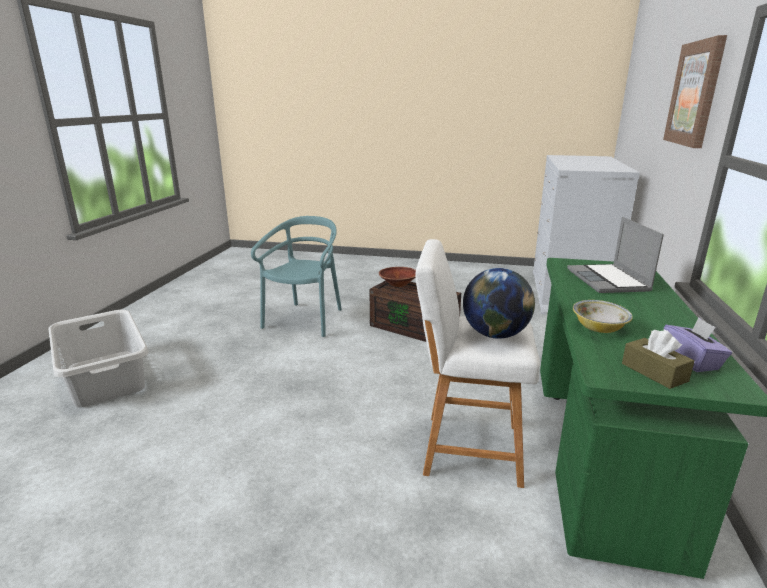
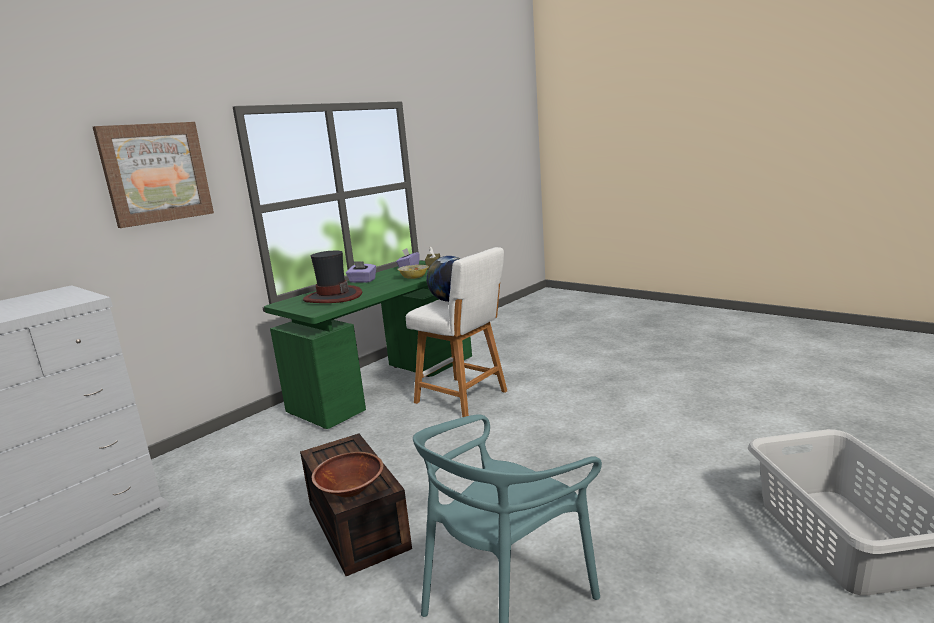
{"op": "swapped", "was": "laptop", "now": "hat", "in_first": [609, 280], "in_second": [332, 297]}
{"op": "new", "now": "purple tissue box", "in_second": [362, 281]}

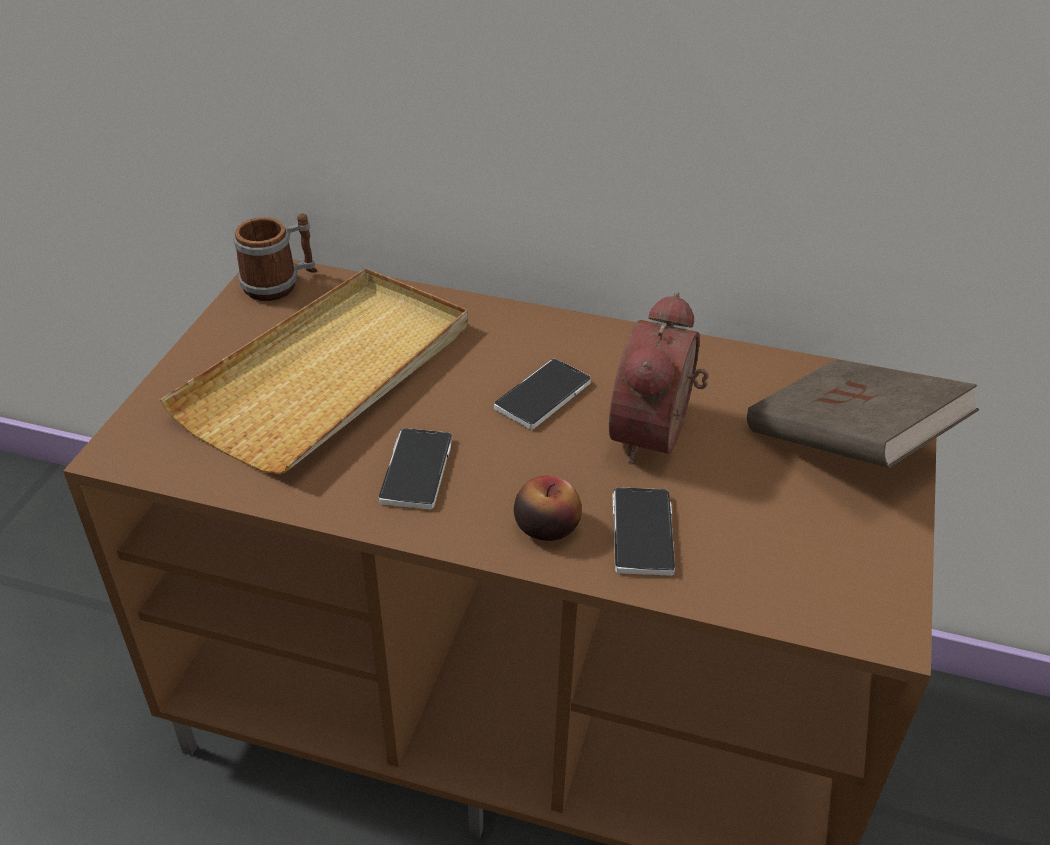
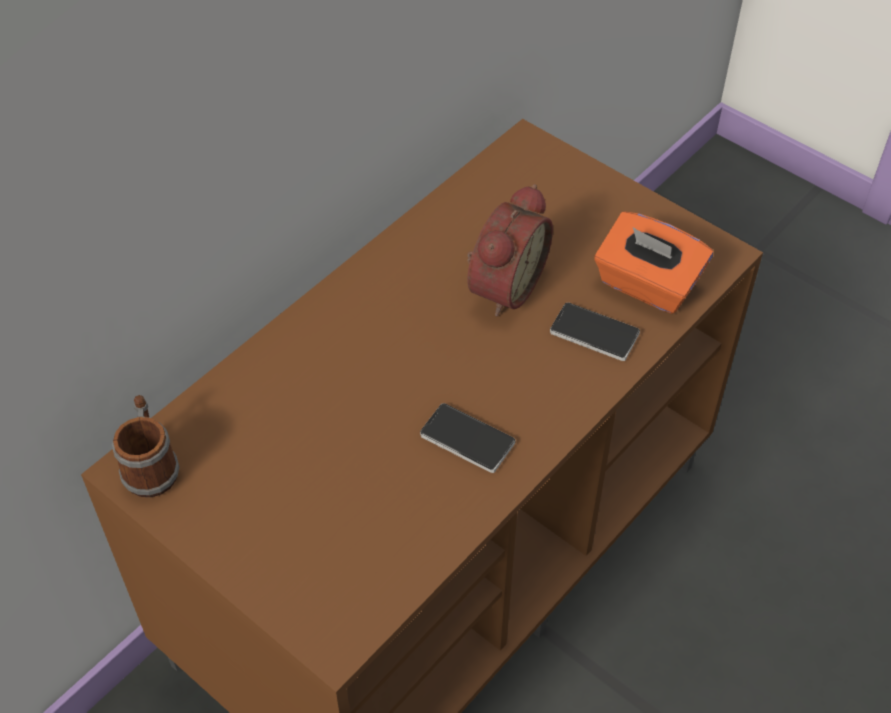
{"op": "gone", "was": "beige tray", "in_first": [330, 374]}
{"op": "rotated", "was": "alarm clock", "in_first": [657, 435], "in_second": [503, 286], "clockwise": -105}
{"op": "gone", "was": "phone", "in_first": [543, 396]}
{"op": "gone", "was": "brown book", "in_first": [848, 445]}
{"op": "gone", "was": "apple", "in_first": [546, 526]}
{"op": "new", "now": "orange tissue box", "in_second": [647, 285]}

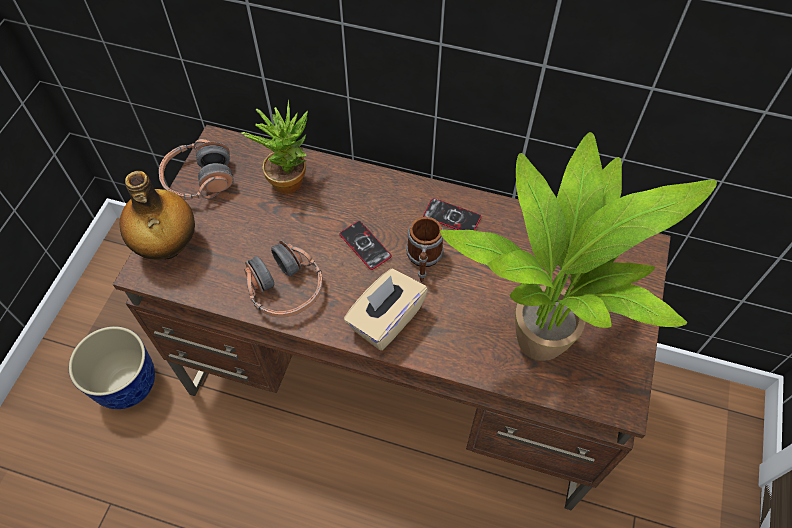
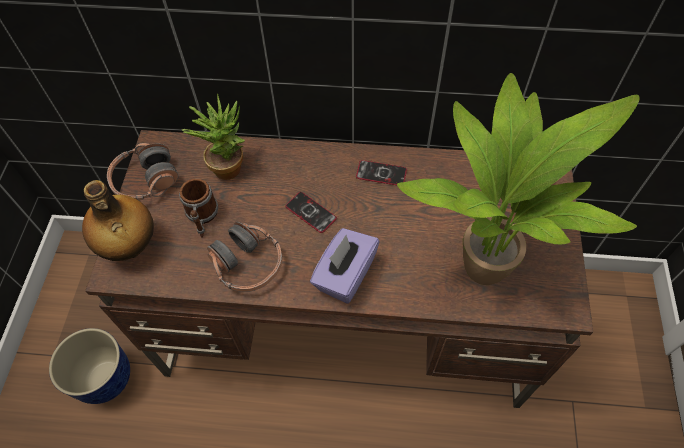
{"op": "shifted", "was": "mug", "in_first": [423, 260], "in_second": [202, 217]}
{"op": "repainted", "was": "beige tissue box", "now": "purple tissue box", "in_first": [385, 319], "in_second": [345, 275]}

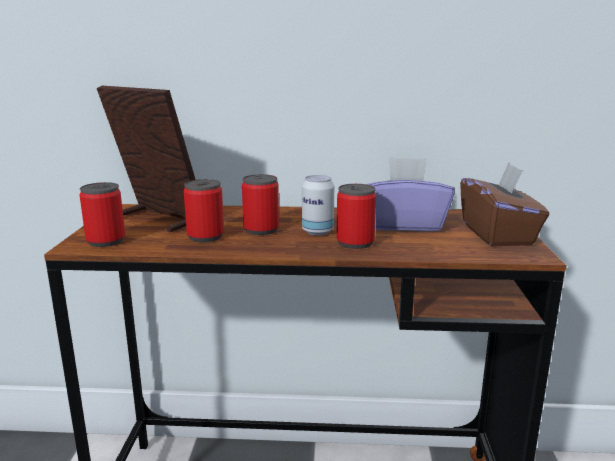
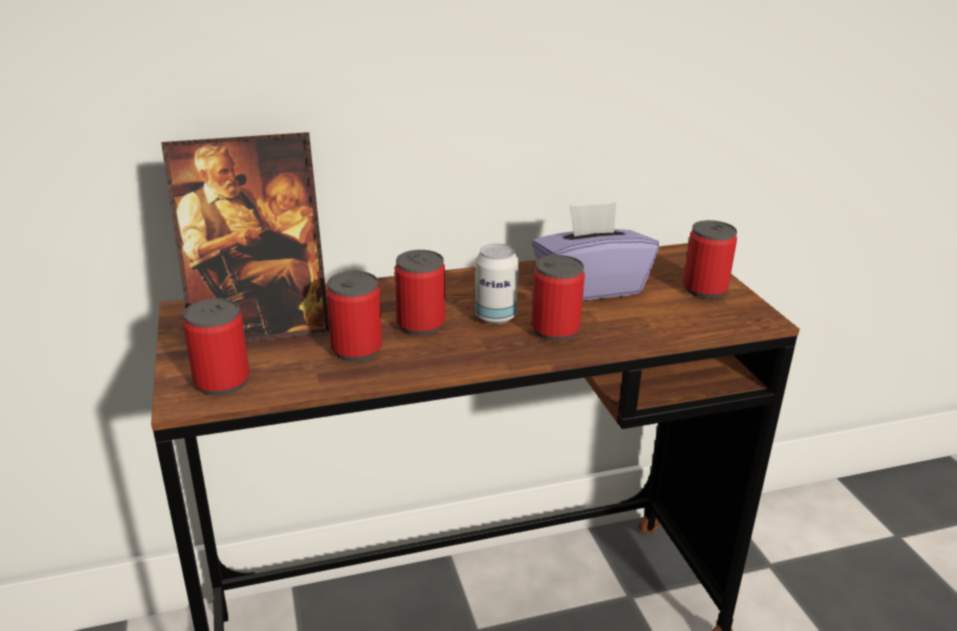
{"op": "rotated", "was": "picture frame", "in_first": [158, 219], "in_second": [260, 326], "clockwise": 150}
{"op": "swapped", "was": "brown tissue box", "now": "can", "in_first": [498, 234], "in_second": [704, 289]}

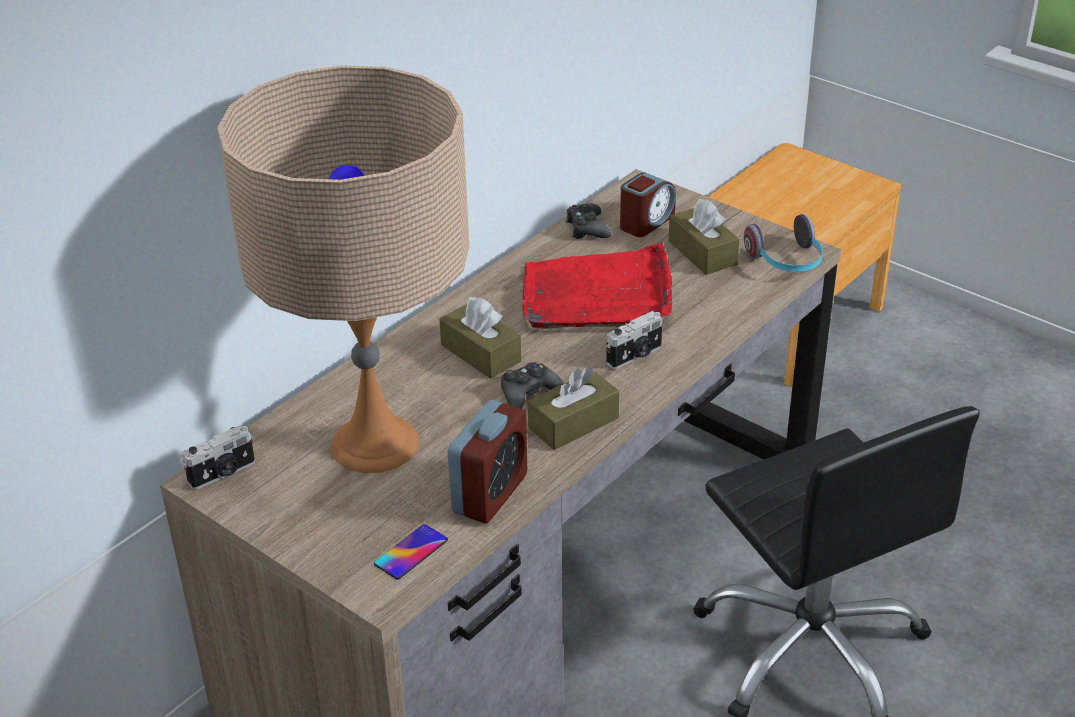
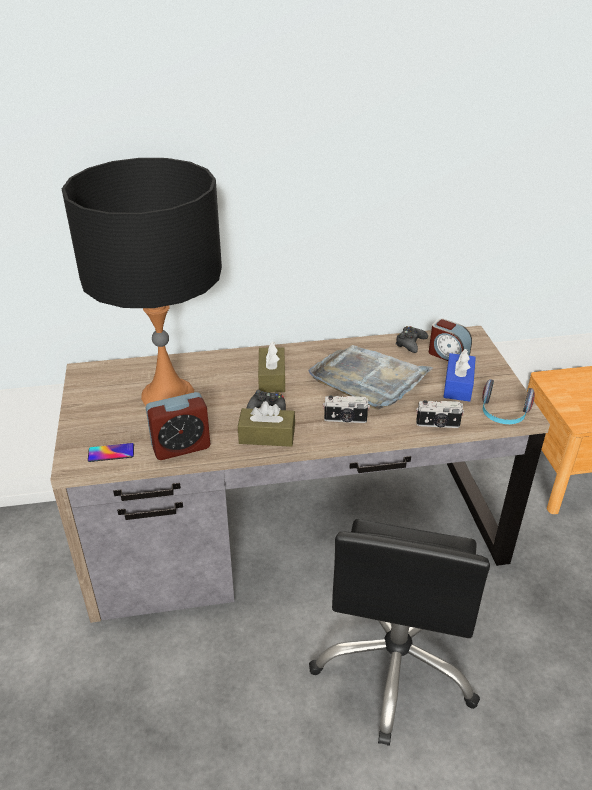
{"op": "repainted", "was": "beige table lamp", "now": "black table lamp", "in_first": [375, 443], "in_second": [168, 394]}
{"op": "rotated", "was": "alarm clock", "in_first": [646, 222], "in_second": [448, 355], "clockwise": 45}
{"op": "repainted", "was": "brown tissue box", "now": "blue tissue box", "in_first": [702, 253], "in_second": [458, 385]}
{"op": "repainted", "was": "red tray", "now": "grey tray", "in_first": [597, 295], "in_second": [369, 379]}
{"op": "shifted", "was": "photo camera", "in_first": [223, 474], "in_second": [438, 425]}

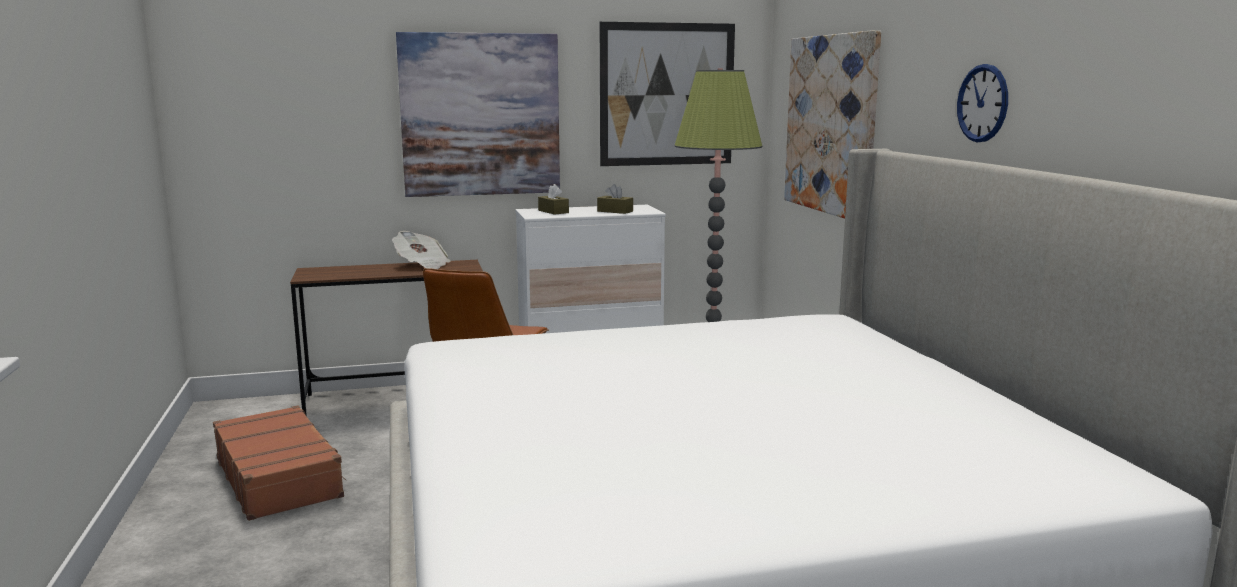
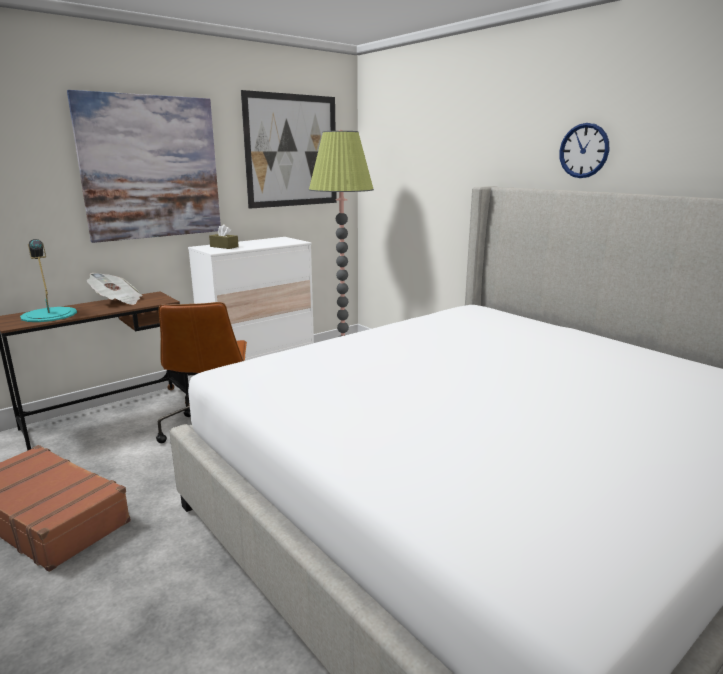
{"op": "gone", "was": "picture", "in_first": [830, 124]}
{"op": "gone", "was": "brown tissue box", "in_first": [615, 211]}
{"op": "new", "now": "turquoise table lamp", "in_second": [49, 315]}

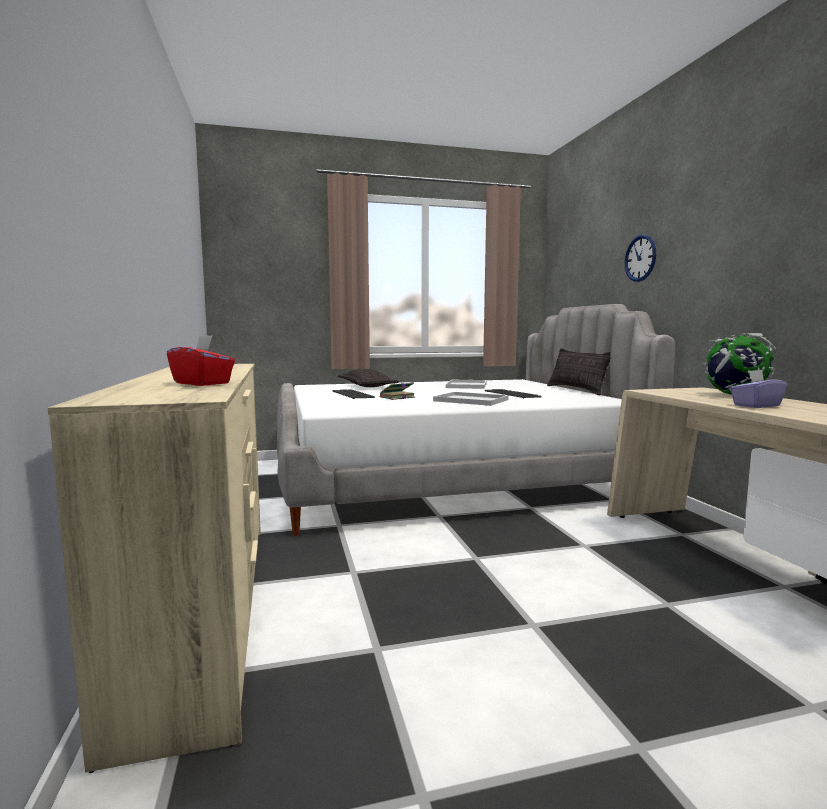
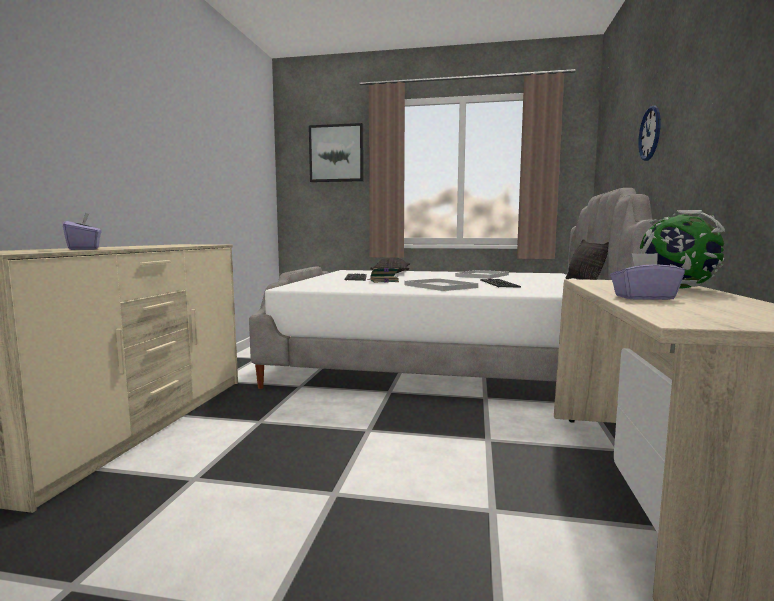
{"op": "repainted", "was": "red tissue box", "now": "purple tissue box", "in_first": [202, 383], "in_second": [85, 249]}
{"op": "new", "now": "picture", "in_second": [336, 153]}

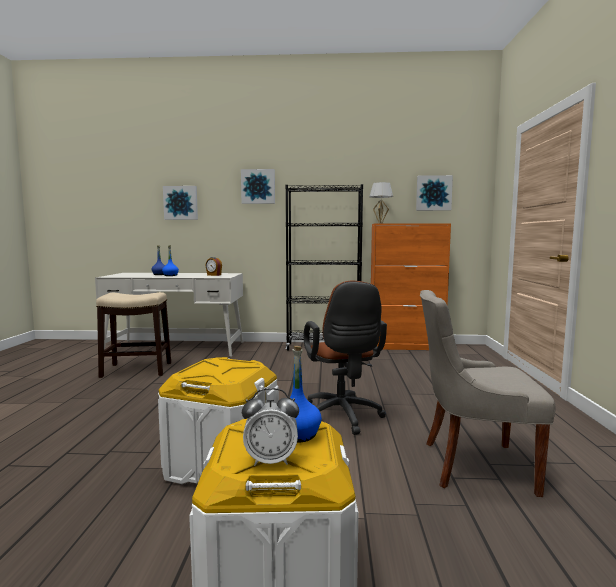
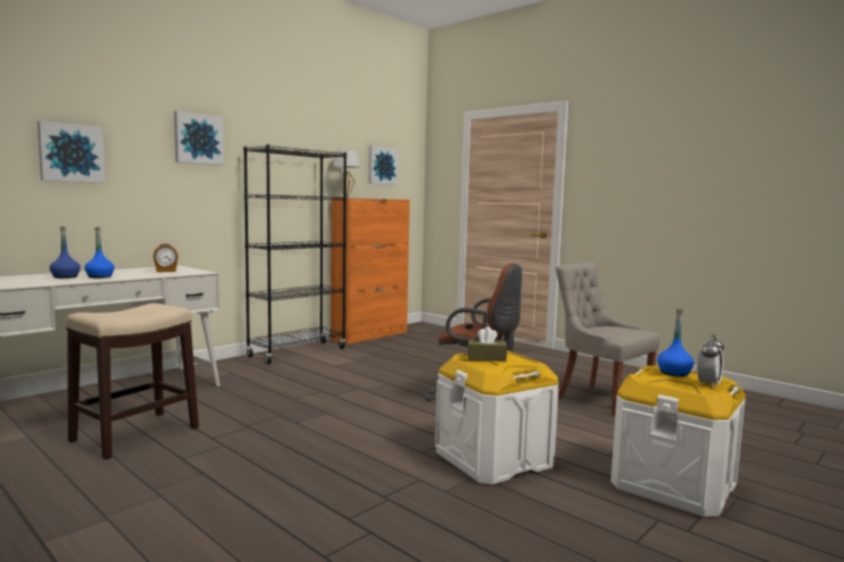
{"op": "rotated", "was": "grey chair", "in_first": [473, 465], "in_second": [601, 398], "clockwise": 90}
{"op": "new", "now": "brown tissue box", "in_second": [486, 358]}

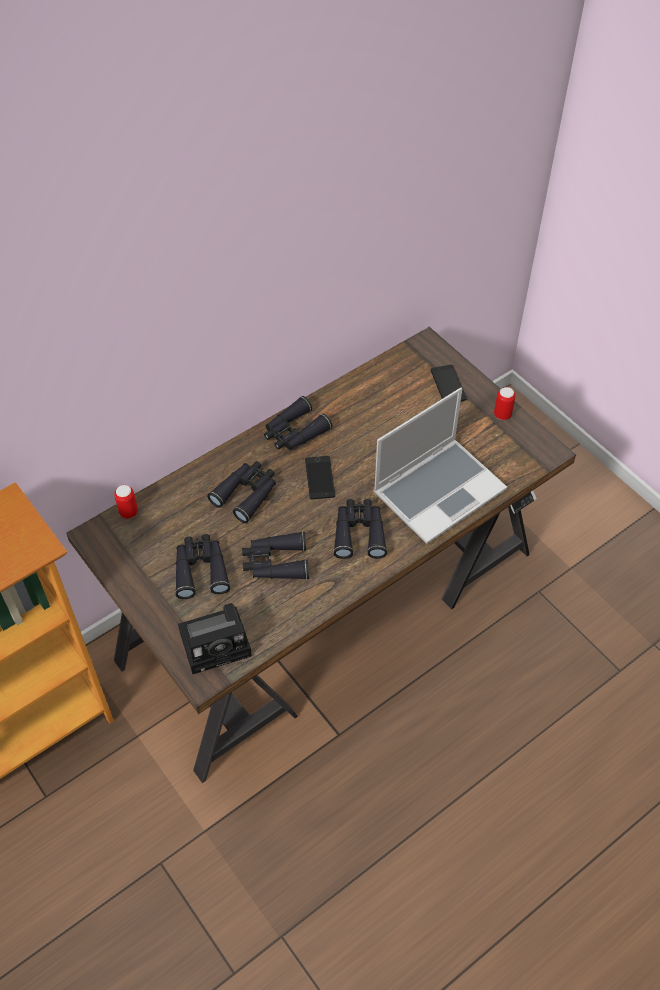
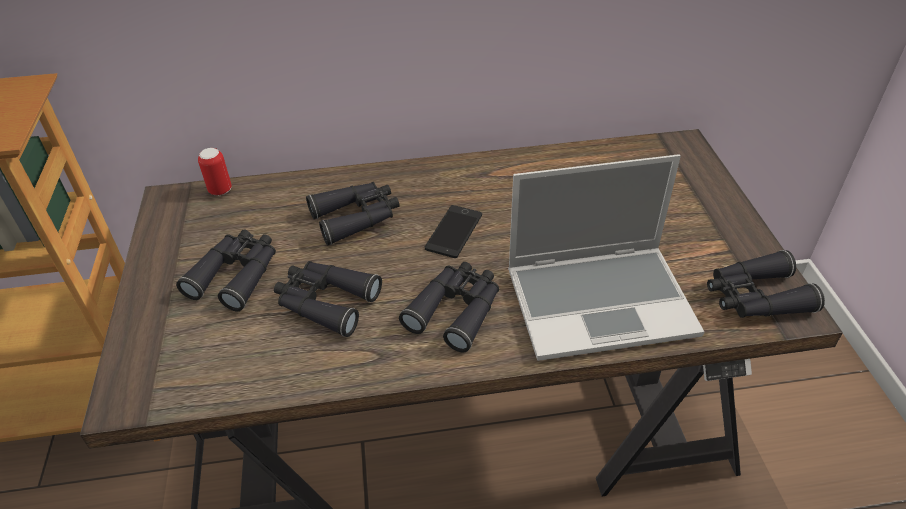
{"op": "gone", "was": "phone", "in_first": [448, 385]}
{"op": "gone", "was": "can", "in_first": [502, 415]}
{"op": "shifted", "was": "black binoculars", "in_first": [294, 432], "in_second": [754, 297]}
{"op": "gone", "was": "photo camera", "in_first": [218, 642]}

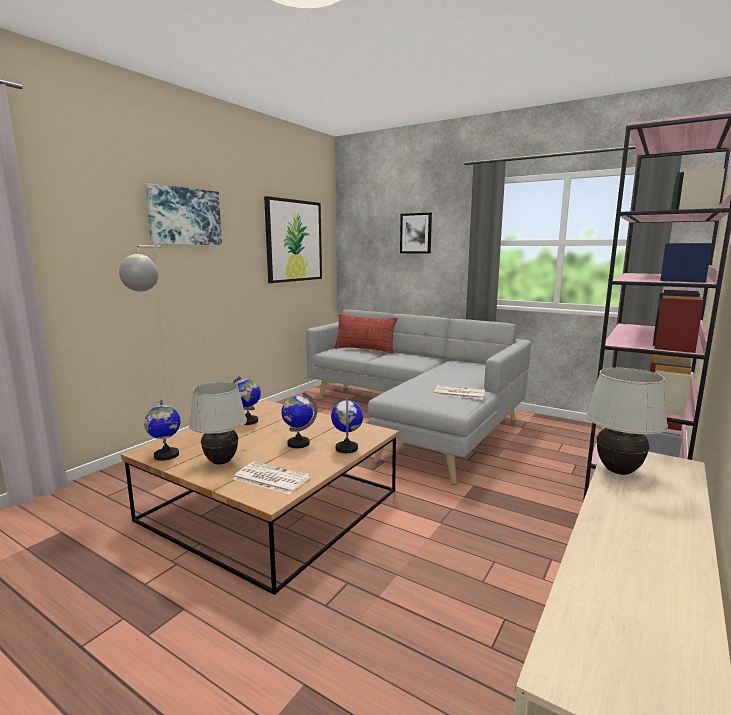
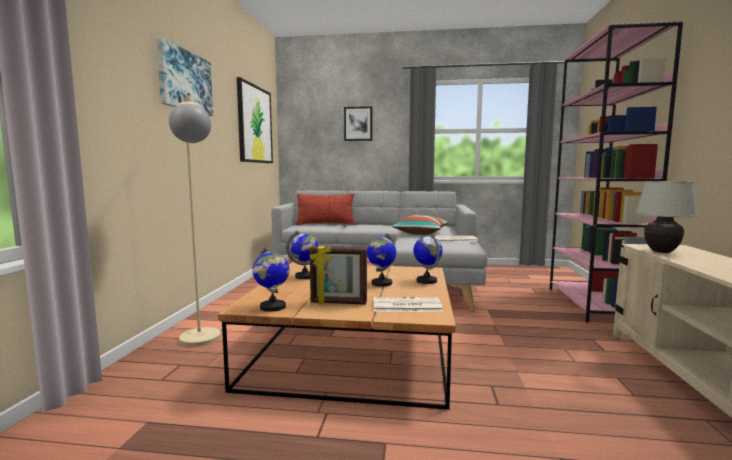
{"op": "swapped", "was": "white table lamp", "now": "picture frame", "in_first": [221, 462], "in_second": [338, 303]}
{"op": "new", "now": "pillow", "in_second": [421, 233]}

